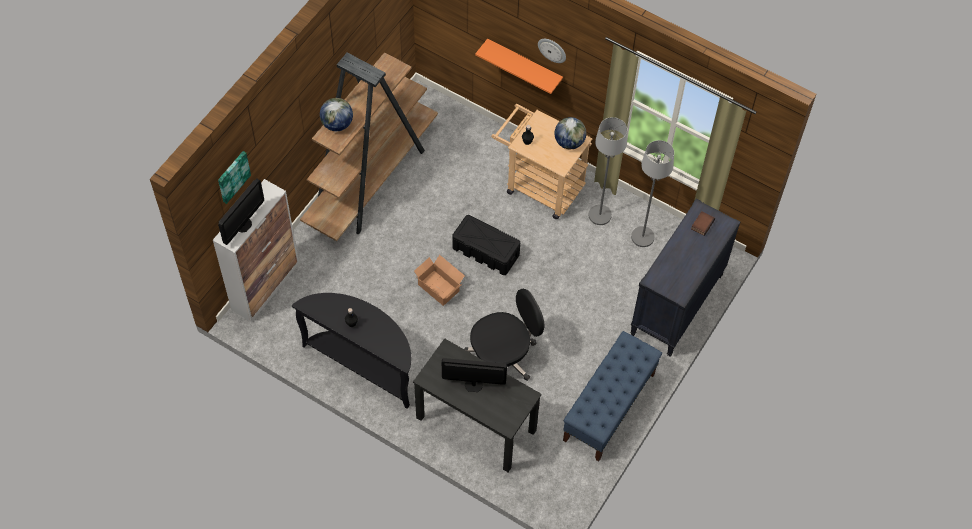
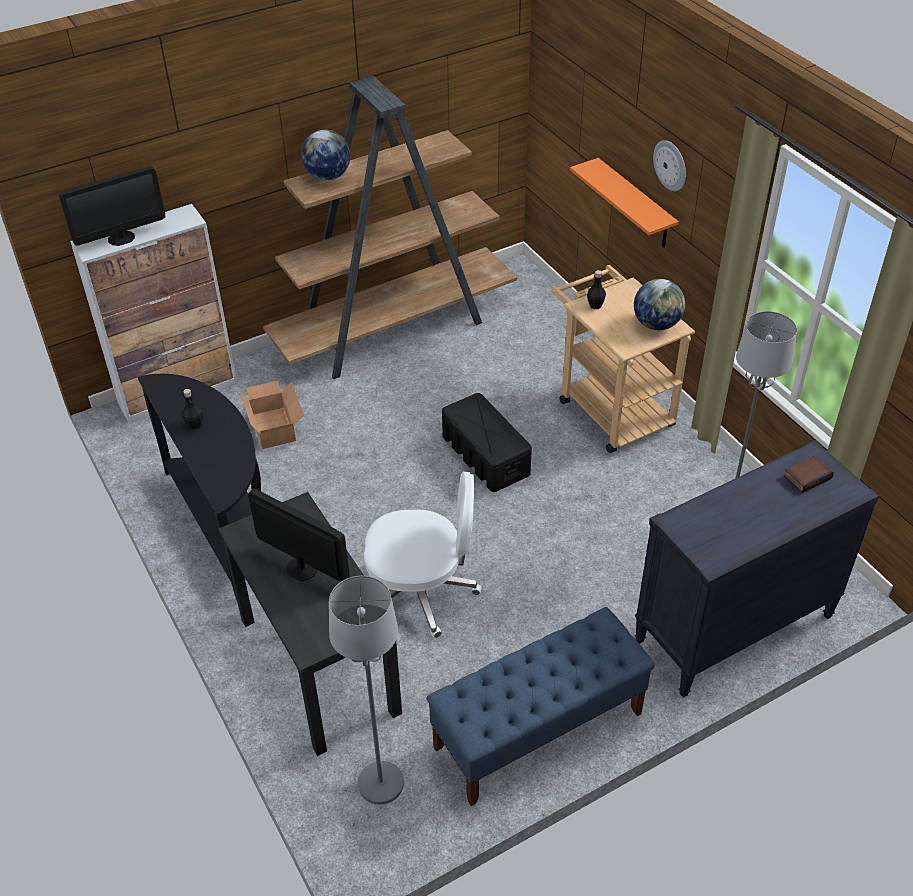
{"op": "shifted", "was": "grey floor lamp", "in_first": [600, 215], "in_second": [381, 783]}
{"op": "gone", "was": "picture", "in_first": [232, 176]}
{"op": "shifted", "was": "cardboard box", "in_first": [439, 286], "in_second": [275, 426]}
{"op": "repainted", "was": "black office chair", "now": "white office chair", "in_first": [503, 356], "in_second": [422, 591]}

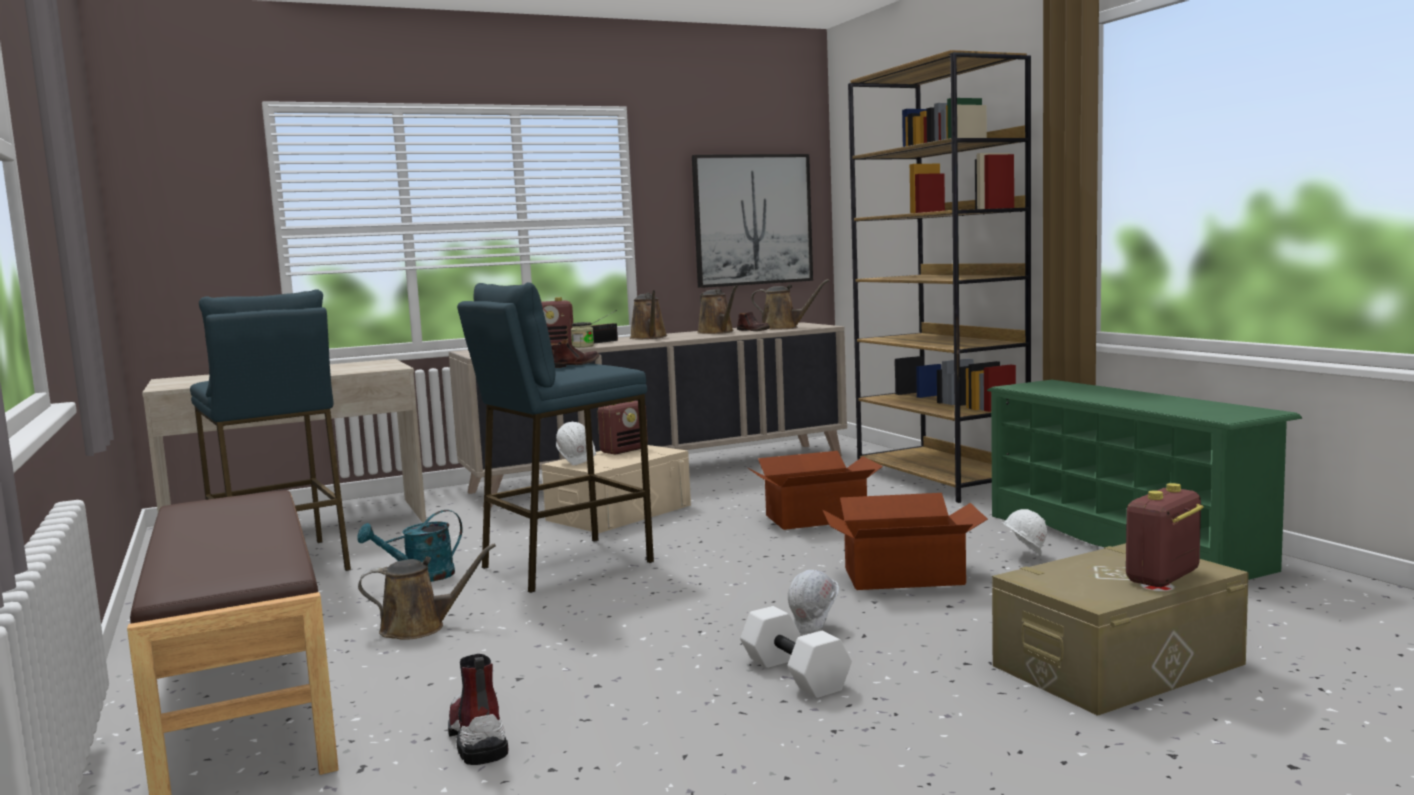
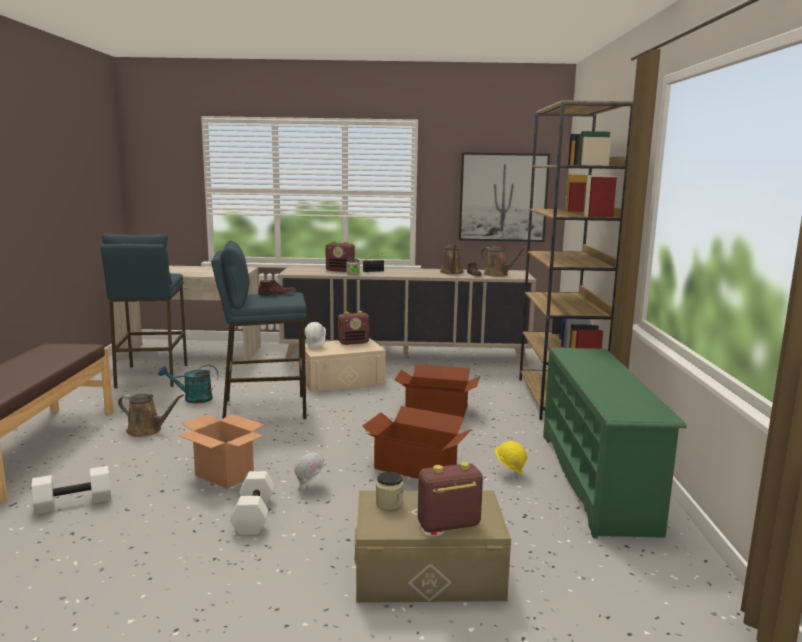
{"op": "gone", "was": "brown watering can", "in_first": [649, 337]}
{"op": "repainted", "was": "white hard hat", "now": "yellow hard hat", "in_first": [1023, 556], "in_second": [509, 473]}
{"op": "swapped", "was": "boot", "now": "white dumbbell", "in_first": [477, 738], "in_second": [73, 504]}
{"op": "new", "now": "cardboard box", "in_second": [225, 475]}
{"op": "new", "now": "jar", "in_second": [389, 503]}

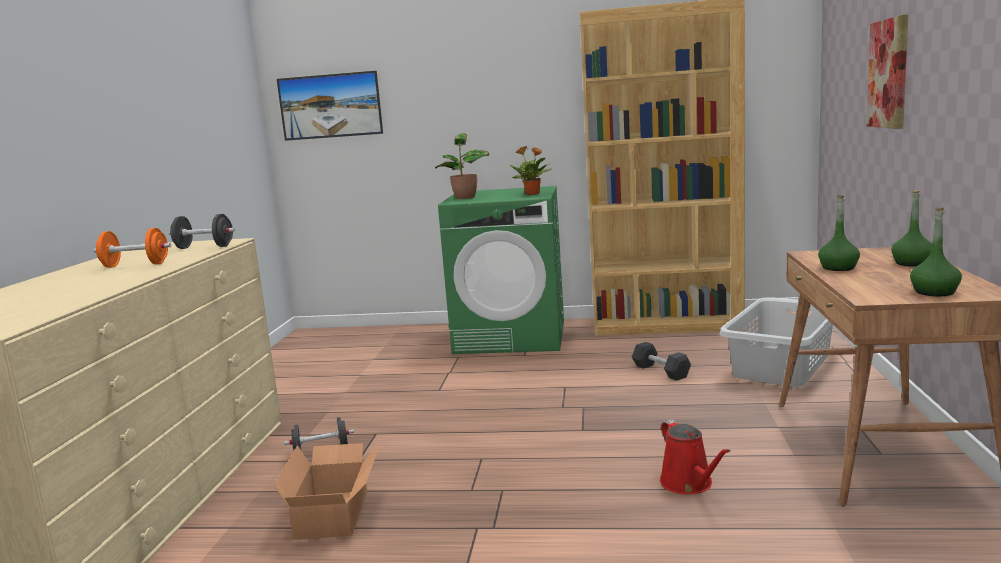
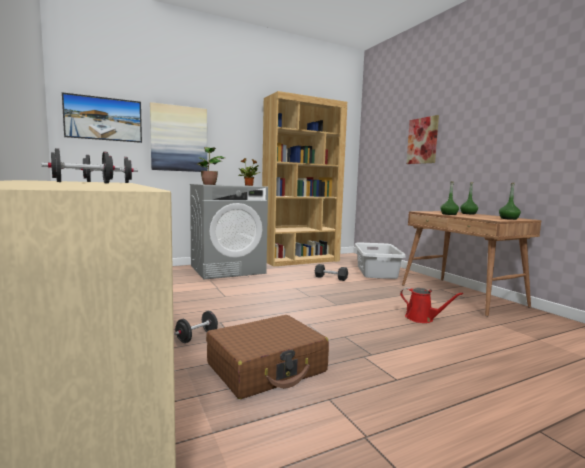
{"op": "repainted", "was": "green washing machine", "now": "grey washing machine", "in_first": [511, 337], "in_second": [227, 269]}
{"op": "repainted", "was": "orange dumbbell", "now": "black dumbbell", "in_first": [135, 265], "in_second": [83, 182]}
{"op": "swapped", "was": "cardboard box", "now": "brown suitcase", "in_first": [336, 513], "in_second": [267, 368]}
{"op": "new", "now": "picture", "in_second": [179, 139]}

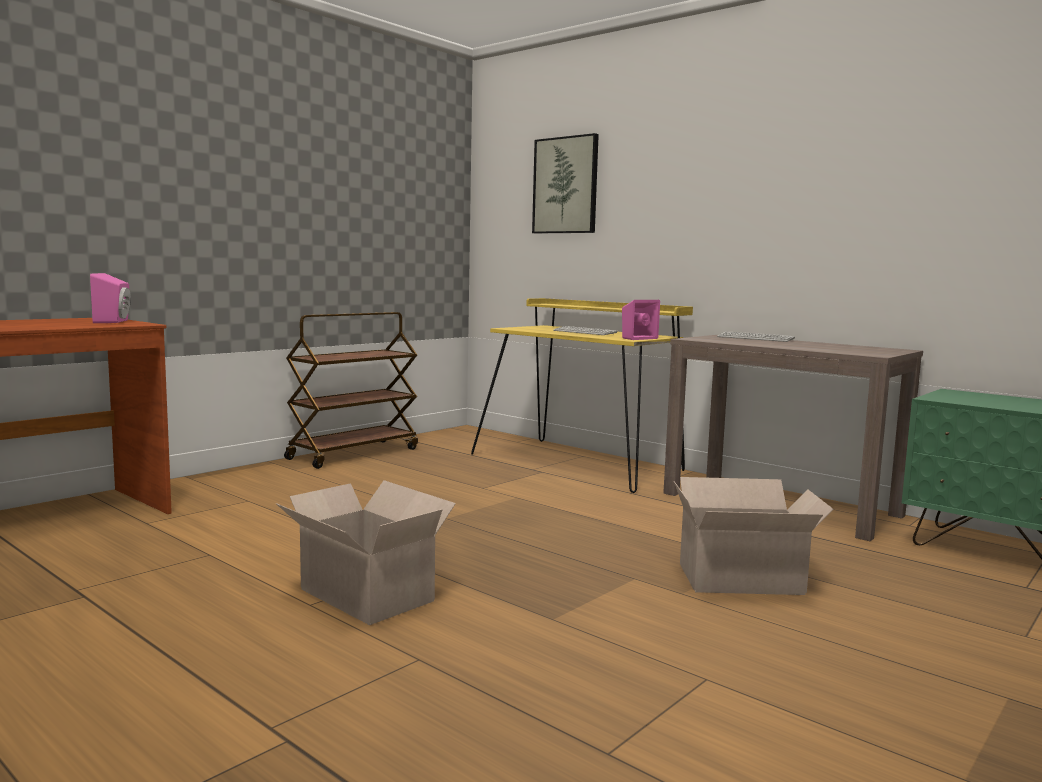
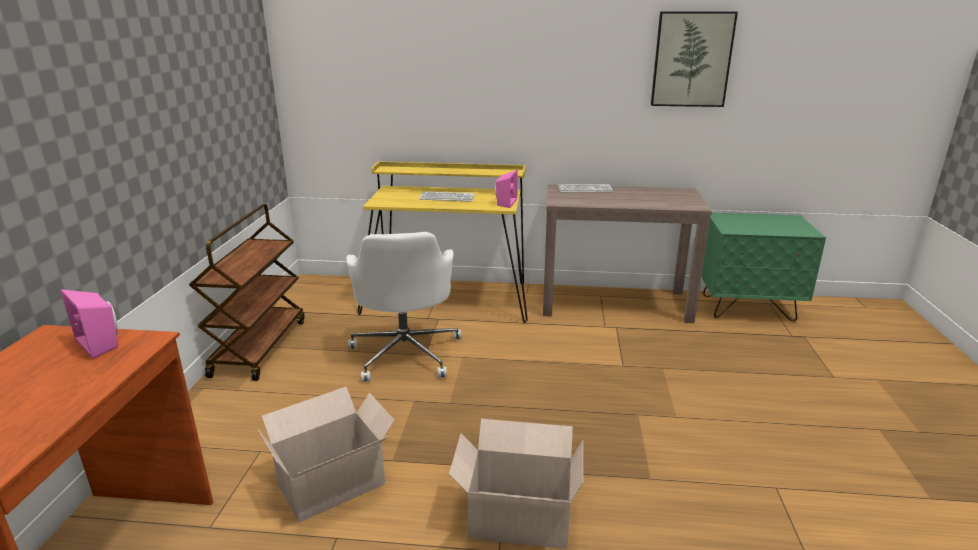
{"op": "shifted", "was": "picture", "in_first": [566, 185], "in_second": [691, 59]}
{"op": "shifted", "was": "cardboard box", "in_first": [744, 579], "in_second": [335, 484]}
{"op": "new", "now": "white office chair", "in_second": [406, 353]}

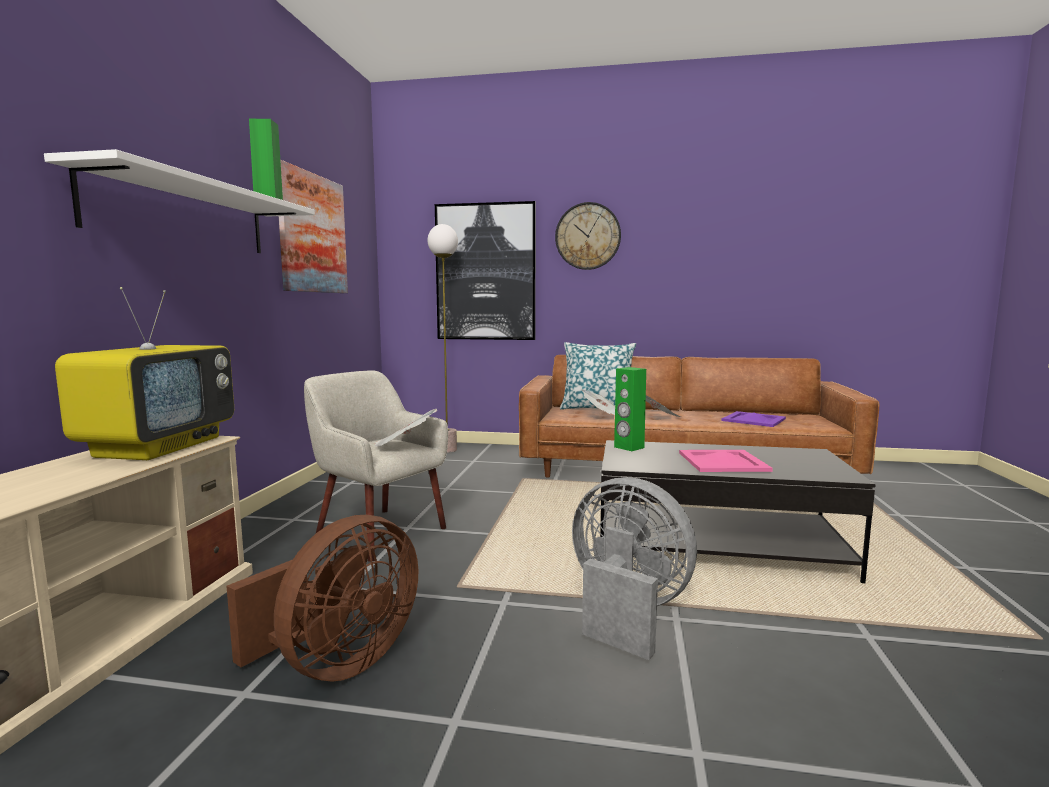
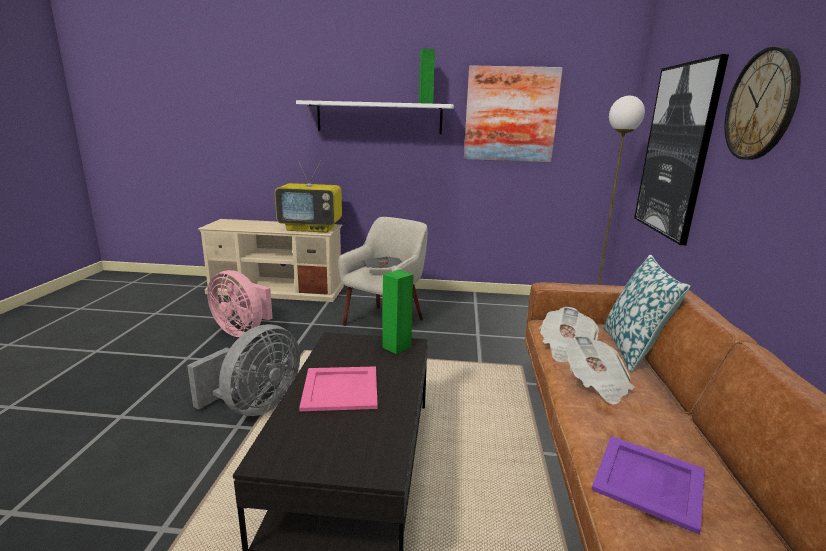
{"op": "repainted", "was": "brown fan", "now": "pink fan", "in_first": [338, 663], "in_second": [243, 331]}

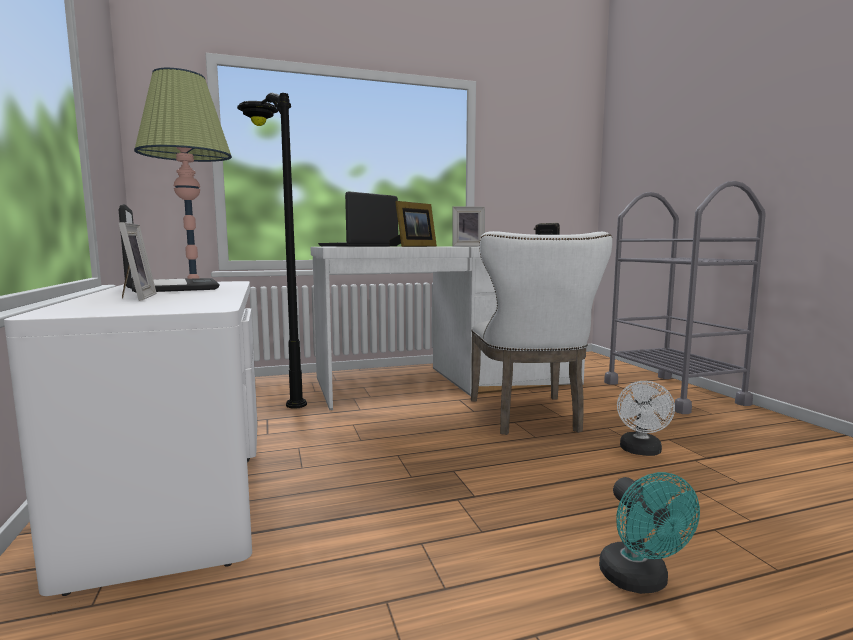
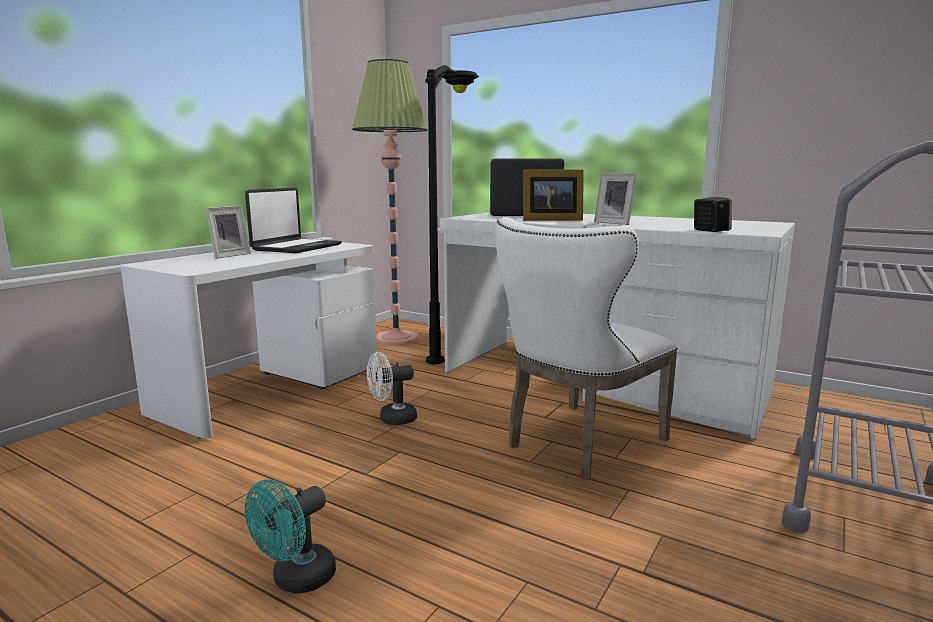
{"op": "shifted", "was": "white fan", "in_first": [641, 451], "in_second": [392, 419]}

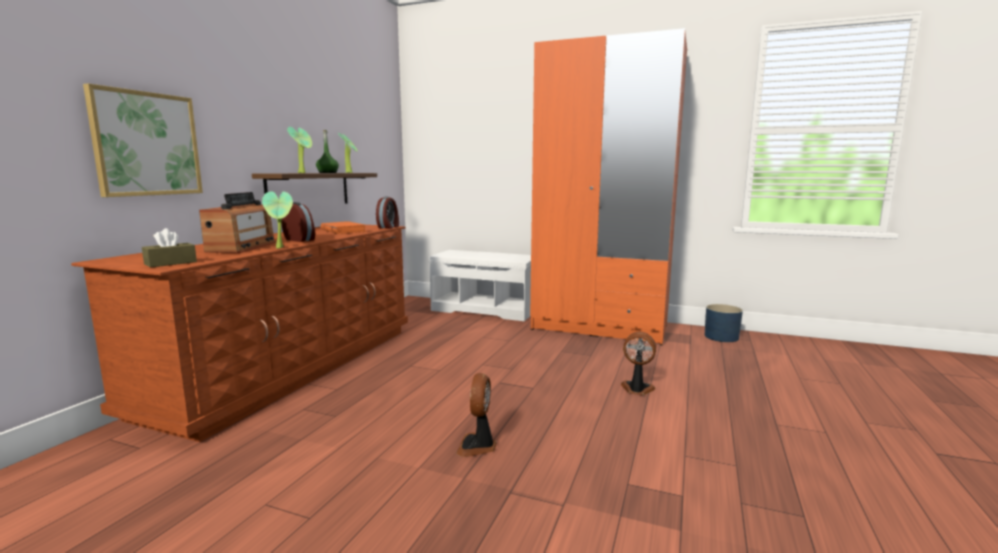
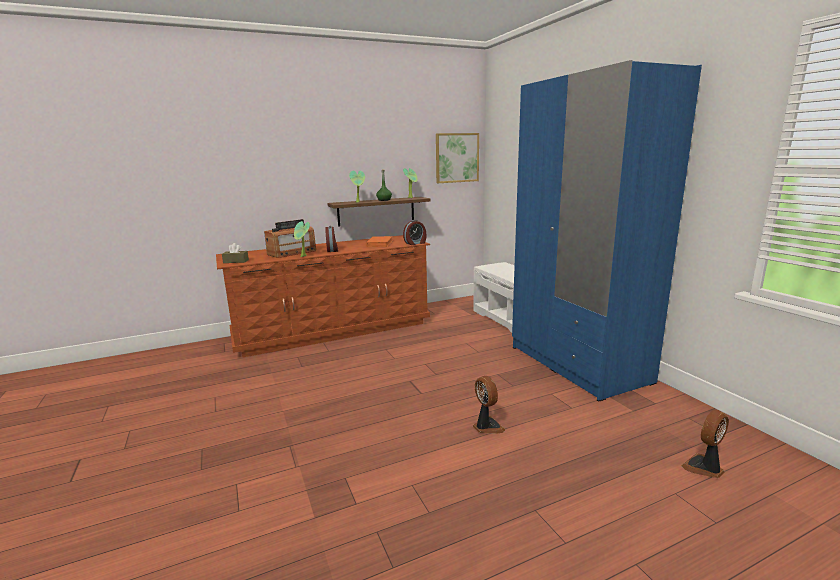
{"op": "repainted", "was": "orange wardrobe", "now": "blue wardrobe", "in_first": [600, 327], "in_second": [578, 364]}
{"op": "shifted", "was": "picture", "in_first": [146, 144], "in_second": [457, 158]}
{"op": "gone", "was": "blue planter", "in_first": [721, 337]}
{"op": "shifted", "was": "fan", "in_first": [478, 446], "in_second": [704, 468]}

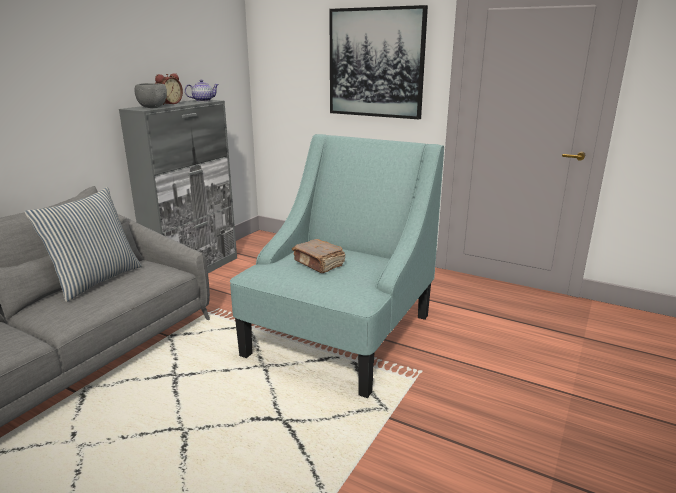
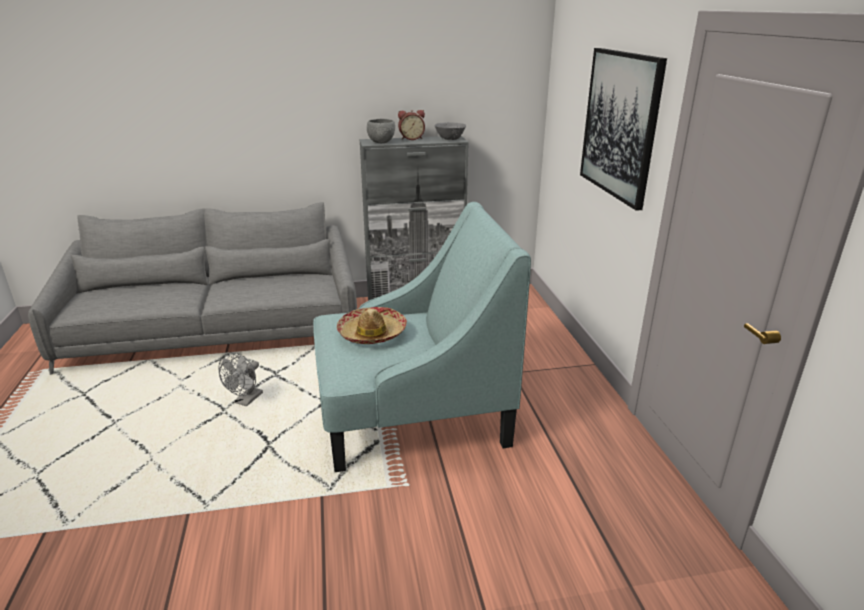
{"op": "swapped", "was": "teapot", "now": "grey bowl", "in_first": [202, 100], "in_second": [449, 139]}
{"op": "gone", "was": "pillow", "in_first": [95, 280]}
{"op": "swapped", "was": "brown book", "now": "hat", "in_first": [319, 264], "in_second": [372, 333]}
{"op": "new", "now": "grey fan", "in_second": [246, 401]}

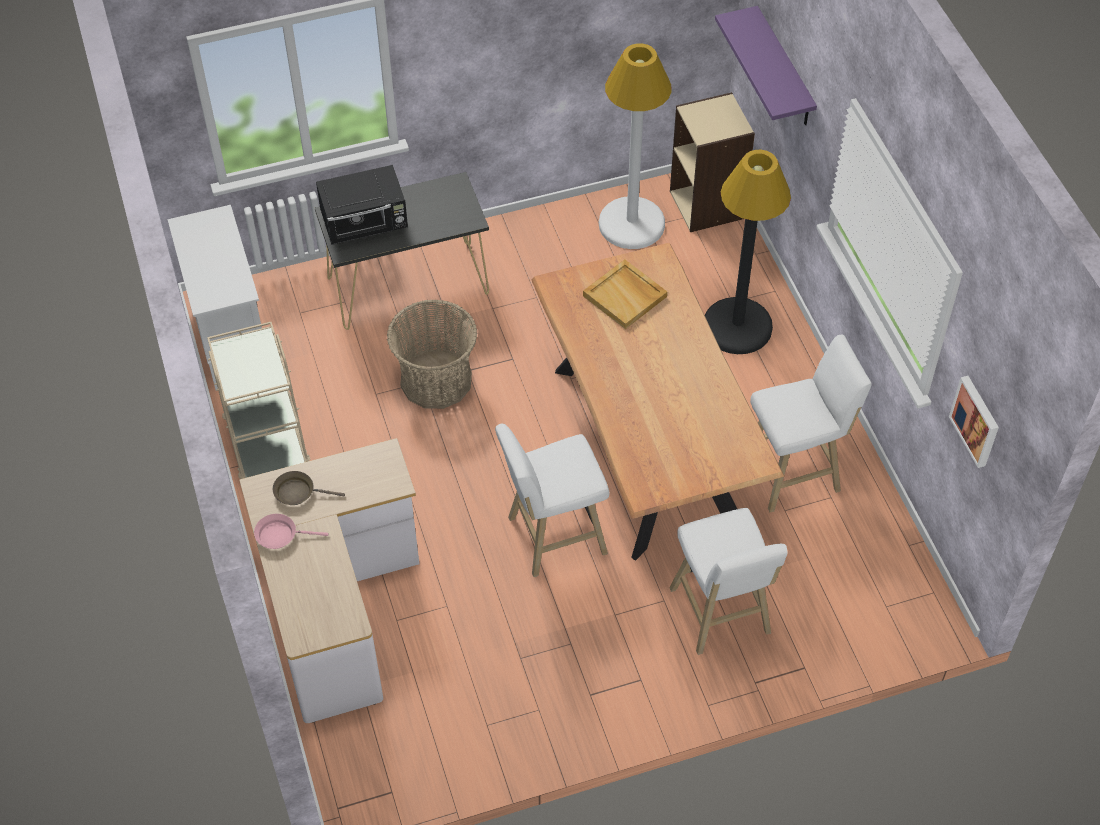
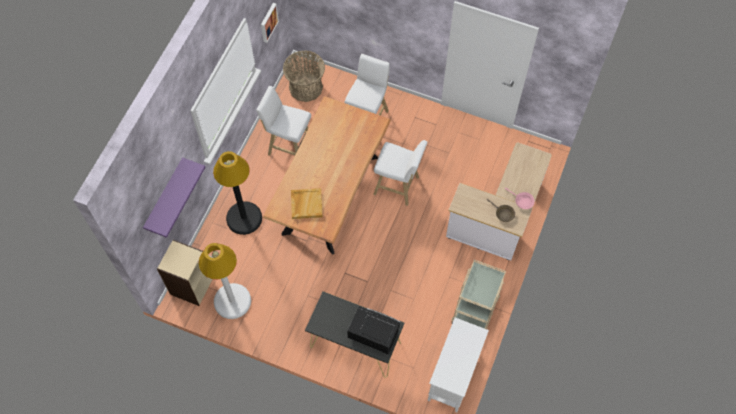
{"op": "shifted", "was": "basket", "in_first": [436, 380], "in_second": [306, 87]}

